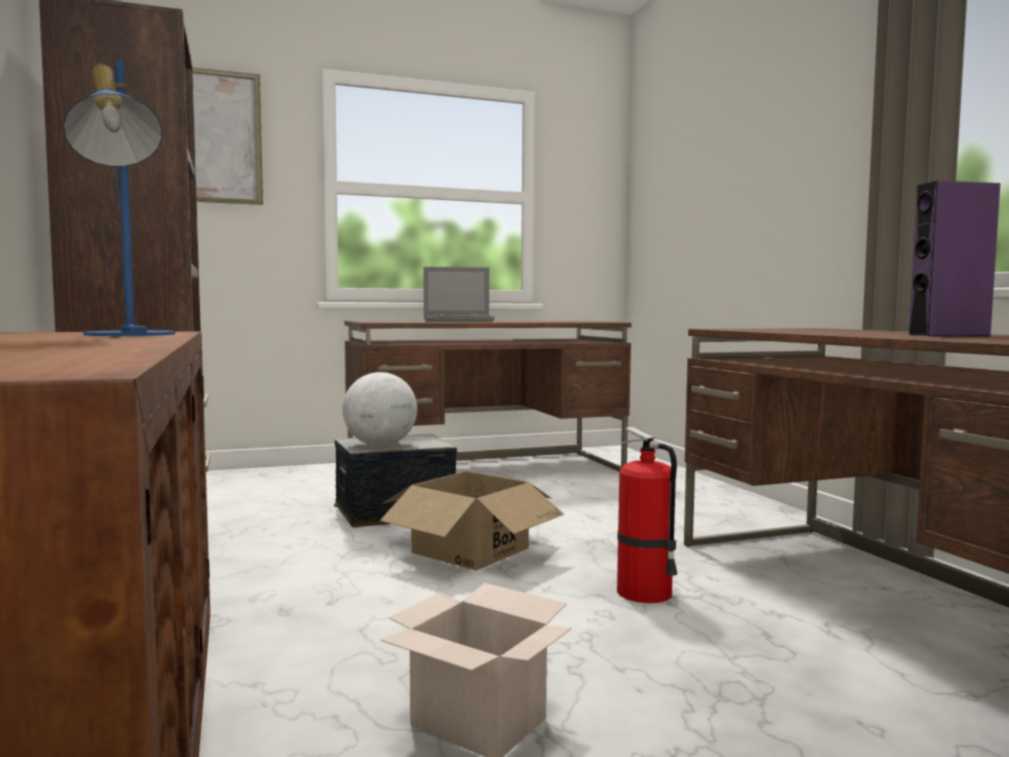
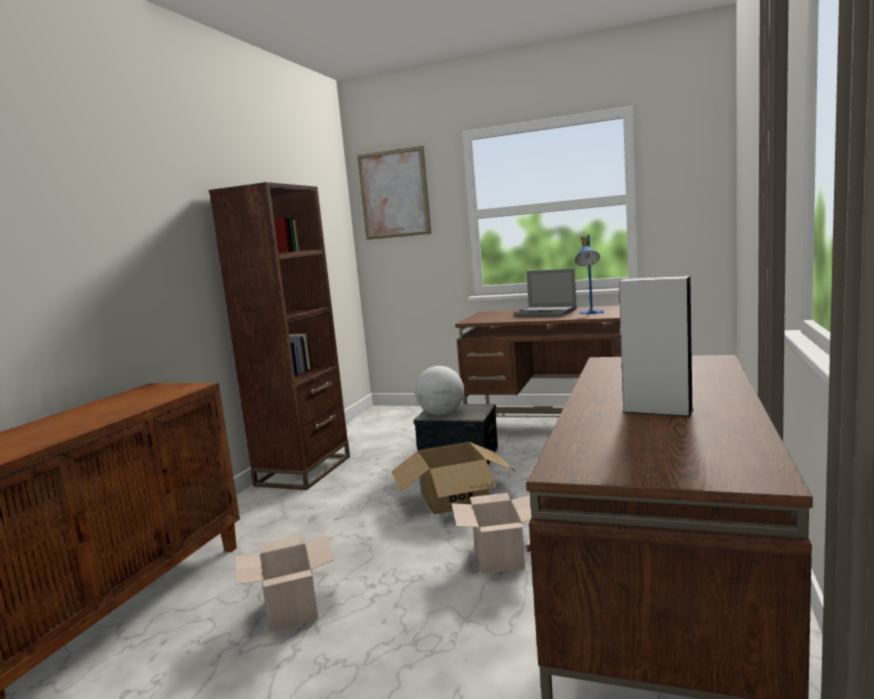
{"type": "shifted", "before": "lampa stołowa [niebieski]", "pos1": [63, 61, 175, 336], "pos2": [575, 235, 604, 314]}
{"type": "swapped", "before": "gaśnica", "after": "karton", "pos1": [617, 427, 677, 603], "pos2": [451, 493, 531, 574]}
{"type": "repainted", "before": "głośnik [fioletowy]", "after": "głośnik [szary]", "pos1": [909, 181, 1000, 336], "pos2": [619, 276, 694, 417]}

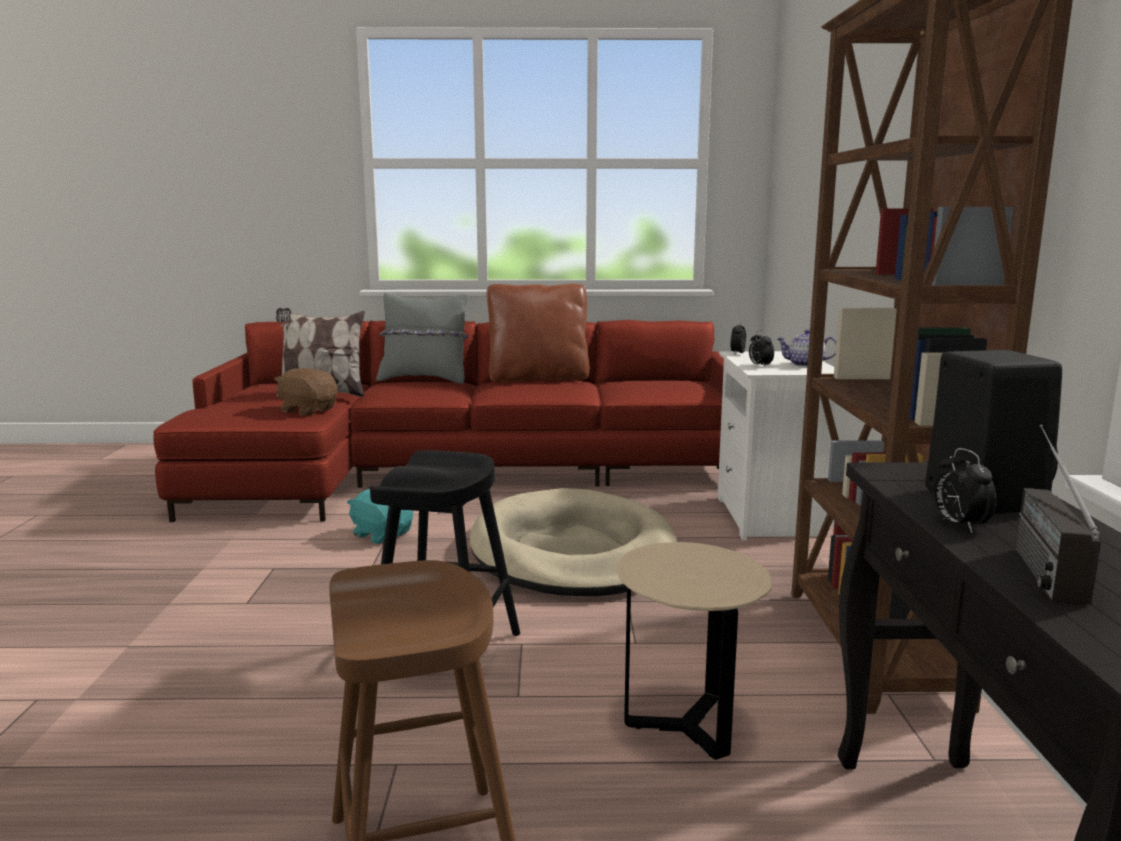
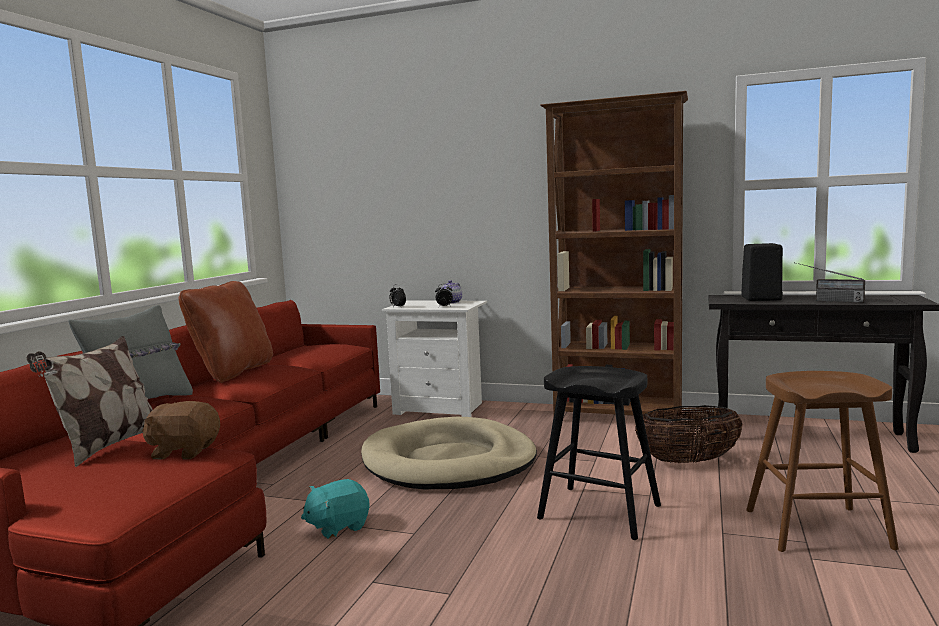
{"type": "gone", "before": "budzik", "pos1": [934, 448, 997, 533]}
{"type": "swapped", "before": "stolik [beżowy]", "after": "koszyk", "pos1": [616, 542, 772, 760], "pos2": [635, 405, 743, 463]}
{"type": "rotated", "before": "pluszak [brązowy]", "pos1": [274, 368, 337, 416], "pos2": [142, 401, 220, 459], "turn": 45}

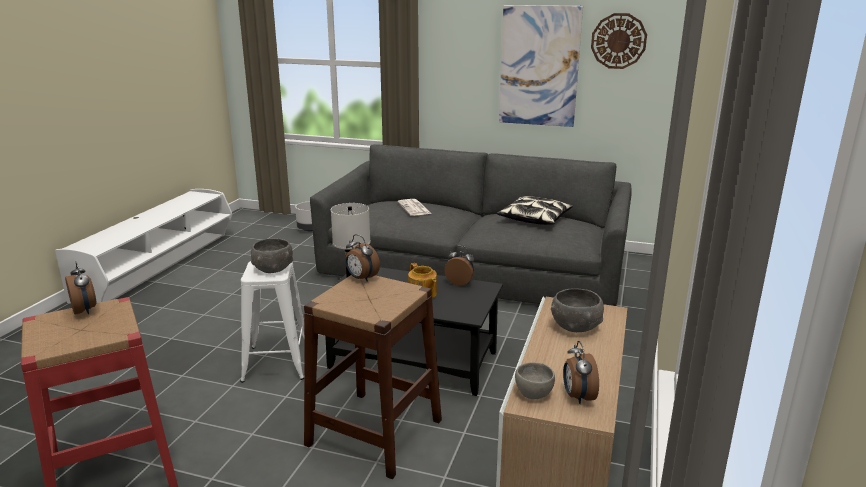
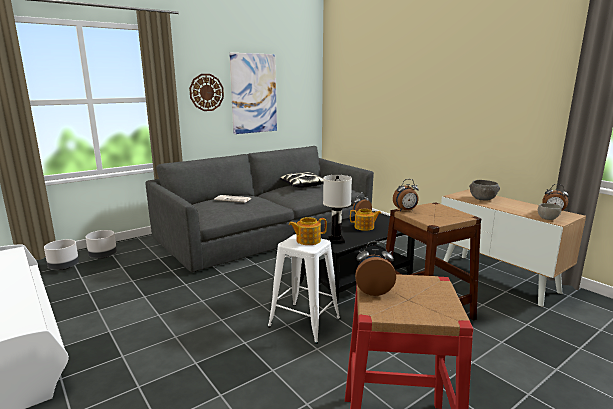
{"type": "new", "after": "donica [szary]", "pos2": [44, 239, 79, 270]}
{"type": "shifted", "before": "zegar ścienny", "pos1": [591, 13, 647, 69], "pos2": [189, 74, 224, 111]}
{"type": "swapped", "before": "miska [szary]", "after": "imbryk", "pos1": [251, 238, 293, 273], "pos2": [289, 217, 327, 245]}

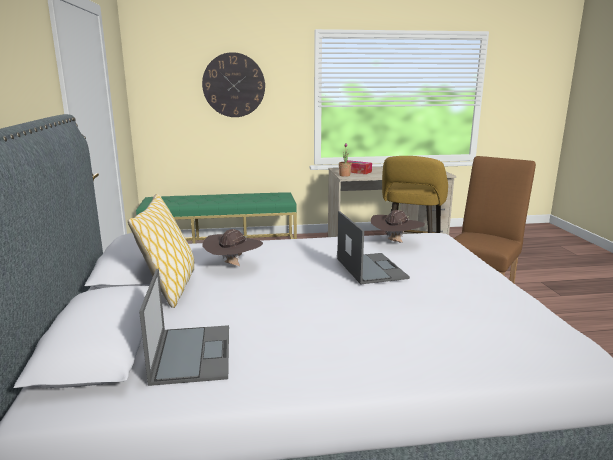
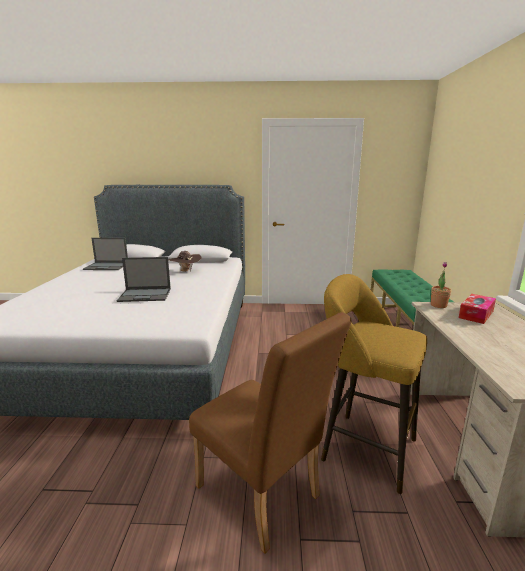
{"type": "gone", "before": "poduszka", "pos1": [128, 194, 194, 308]}
{"type": "gone", "before": "zegar ścienny", "pos1": [202, 52, 265, 117]}
{"type": "gone", "before": "kapelusz [brązowy]", "pos1": [371, 210, 425, 243]}

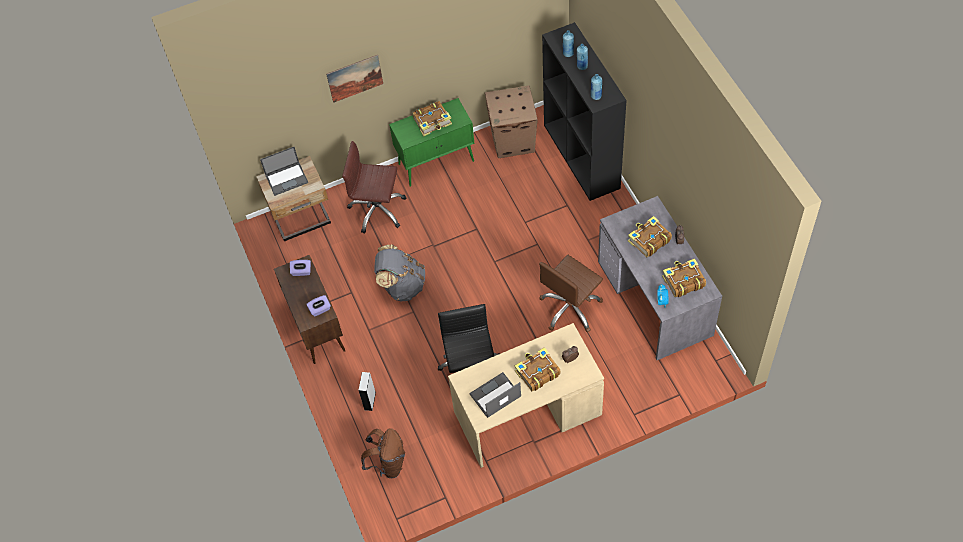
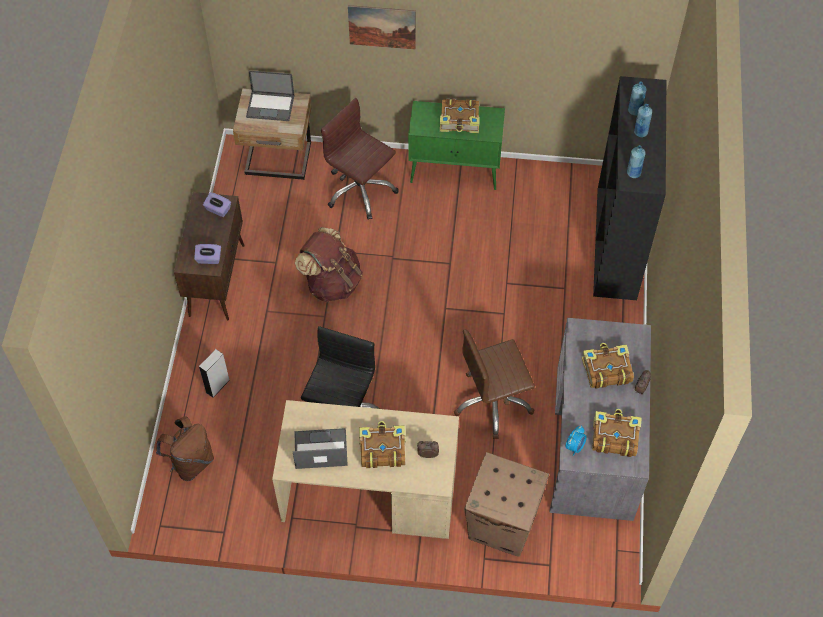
{"type": "shifted", "before": "karton", "pos1": [485, 85, 538, 158], "pos2": [464, 452, 549, 557]}
{"type": "repainted", "before": "plecak [szary]", "after": "plecak [brązowy]", "pos1": [374, 245, 425, 301], "pos2": [295, 227, 363, 302]}

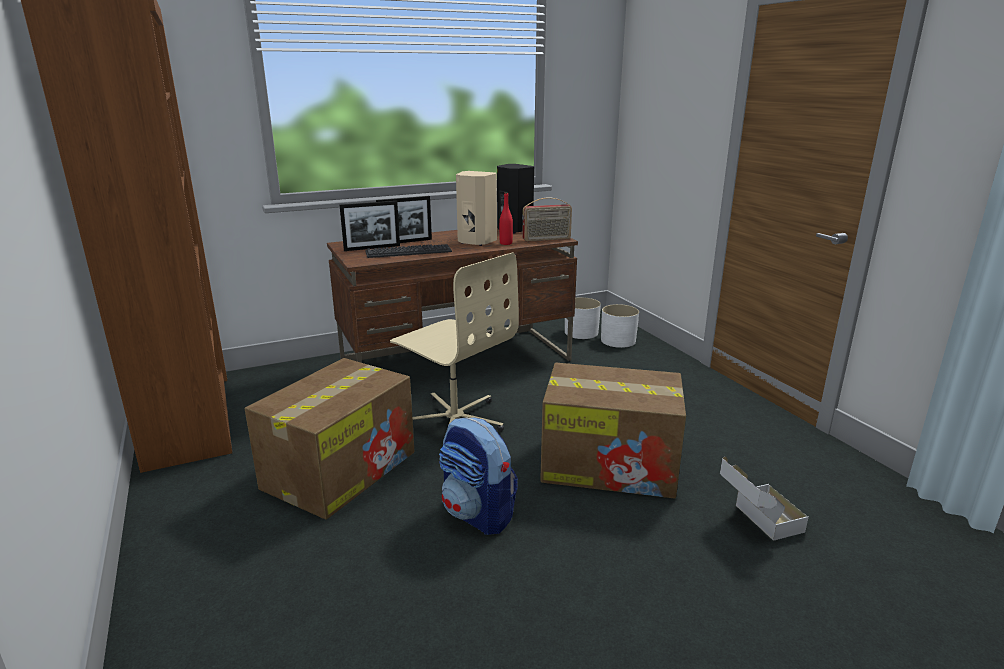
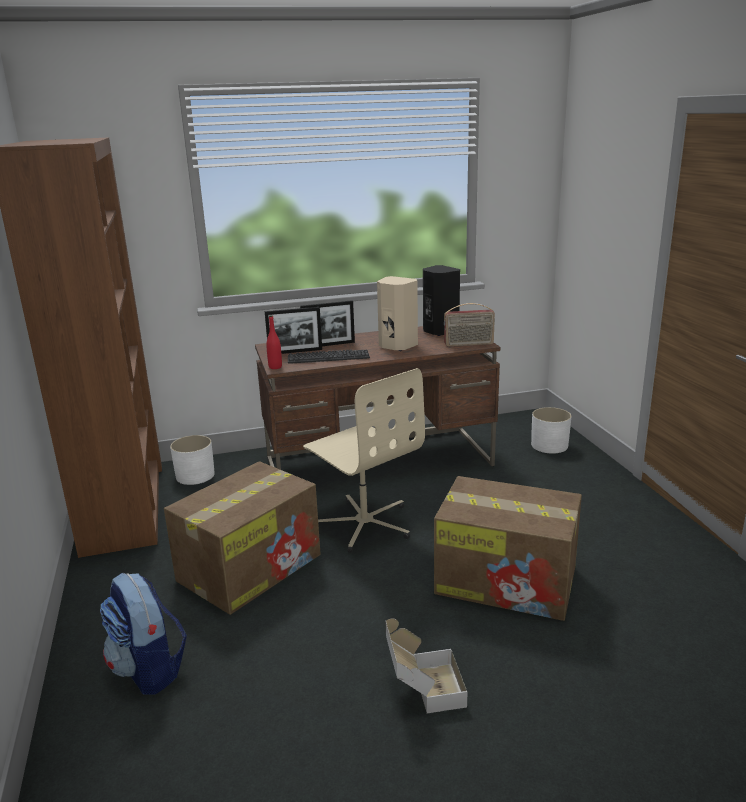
{"type": "shifted", "before": "plecak", "pos1": [439, 417, 518, 535], "pos2": [100, 573, 187, 695]}
{"type": "shifted", "before": "butelka [czerwony]", "pos1": [499, 192, 513, 245], "pos2": [266, 315, 282, 369]}
{"type": "shifted", "before": "donica [biały]", "pos1": [565, 297, 601, 339], "pos2": [170, 435, 215, 485]}
{"type": "shifted", "before": "karton", "pos1": [720, 457, 809, 541], "pos2": [385, 619, 467, 713]}

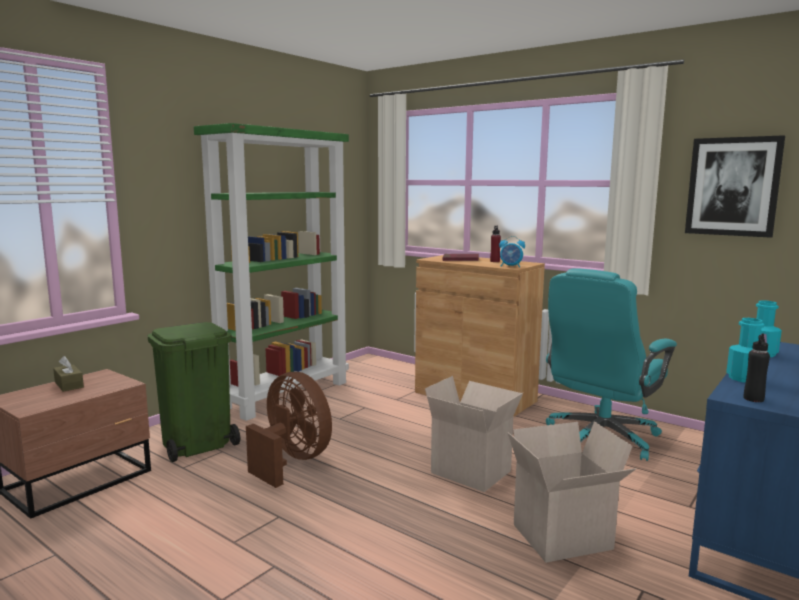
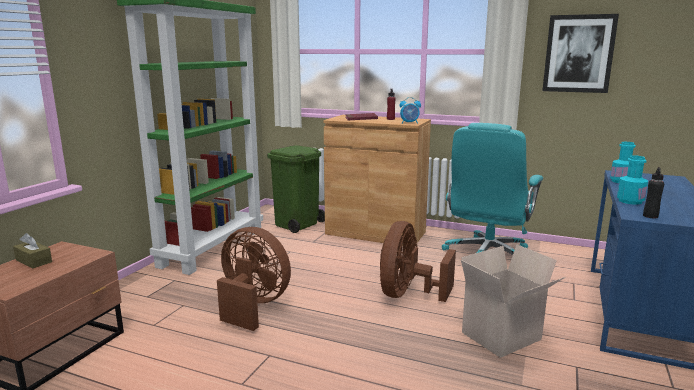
{"type": "shifted", "before": "kosz na śmieci [zielony]", "pos1": [148, 322, 240, 462], "pos2": [267, 146, 325, 233]}
{"type": "swapped", "before": "karton", "after": "wentylator [brązowy]", "pos1": [425, 376, 523, 492], "pos2": [380, 221, 456, 302]}

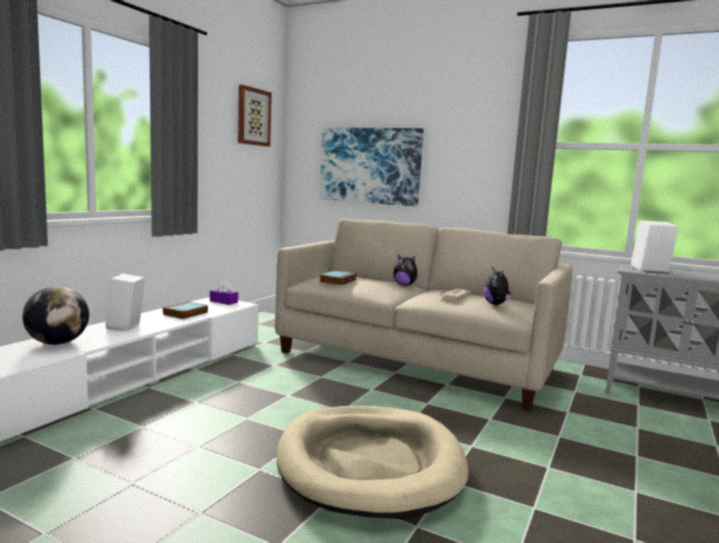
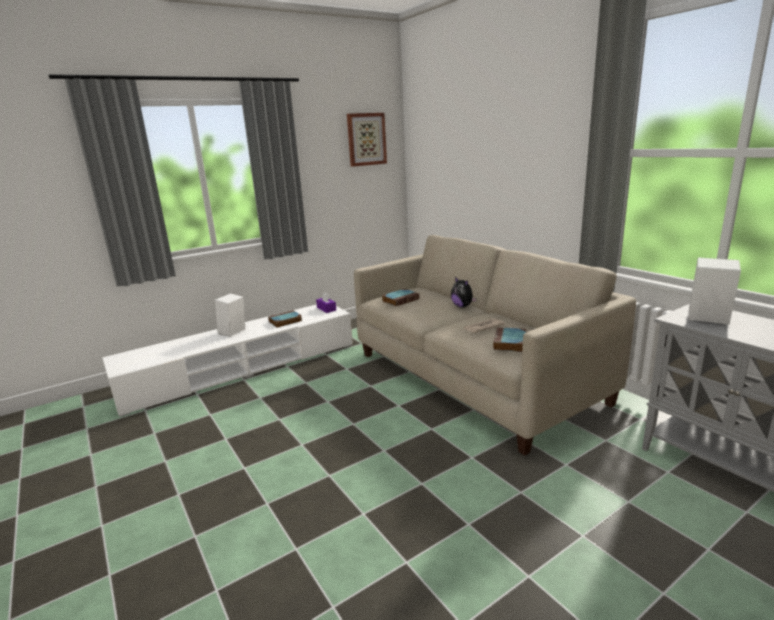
{"type": "gone", "before": "globus", "pos1": [23, 286, 89, 345]}
{"type": "gone", "before": "legowisko [beżowy]", "pos1": [276, 406, 469, 519]}
{"type": "gone", "before": "obraz", "pos1": [320, 128, 423, 206]}
{"type": "swapped", "before": "pluszak", "after": "książka", "pos1": [483, 268, 512, 305], "pos2": [493, 327, 527, 352]}

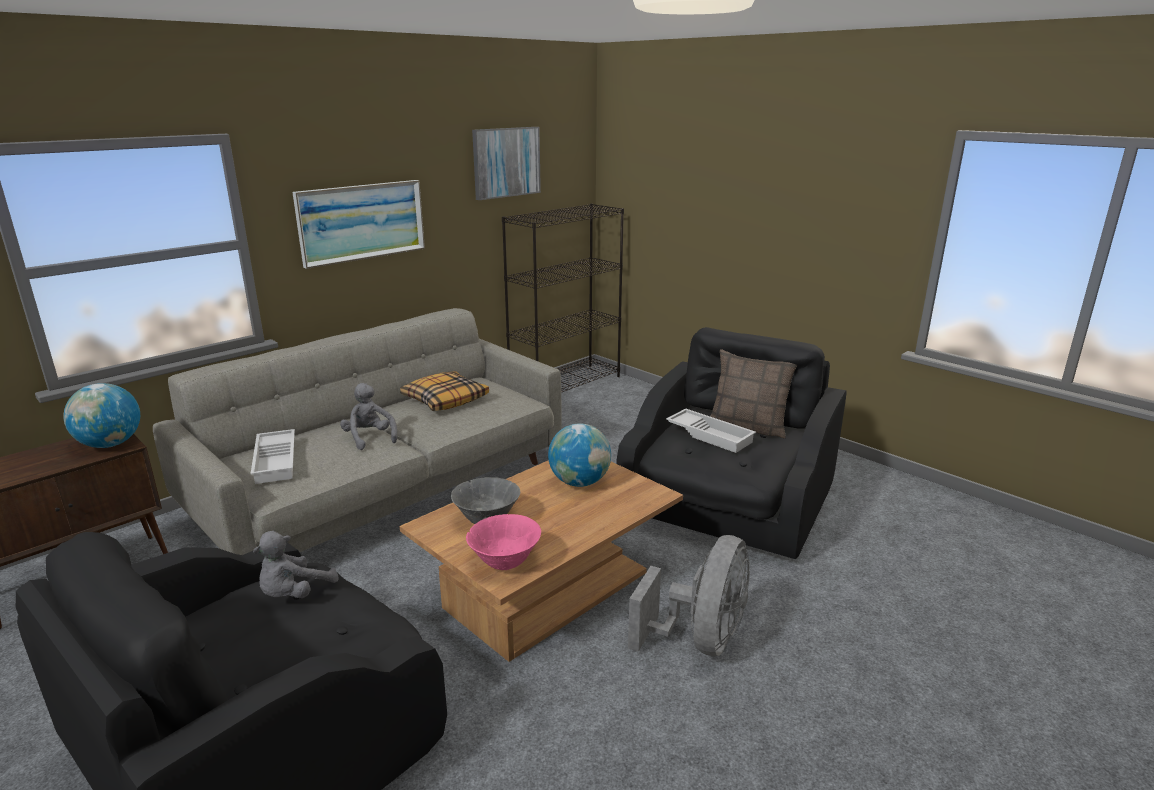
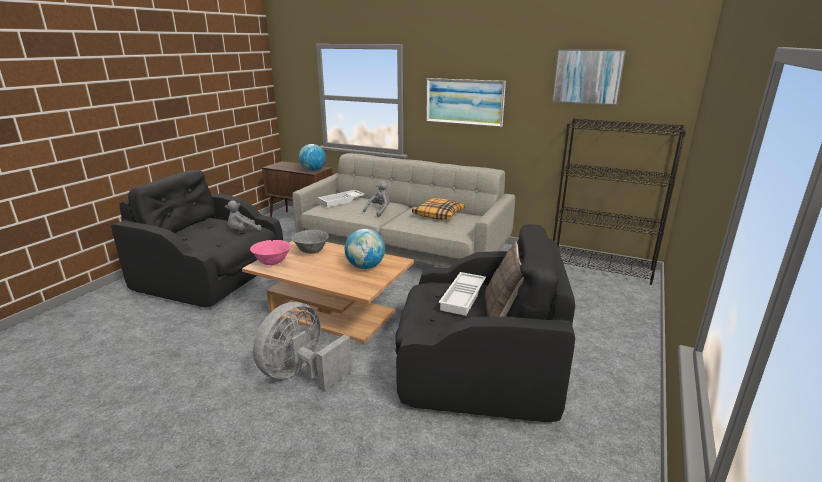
{"type": "rotated", "before": "pluszak [szary]", "pos1": [253, 531, 338, 598], "pos2": [225, 201, 261, 231], "turn": -45}
{"type": "rotated", "before": "wentylator [szary]", "pos1": [628, 535, 750, 656], "pos2": [253, 302, 352, 391], "turn": 120}

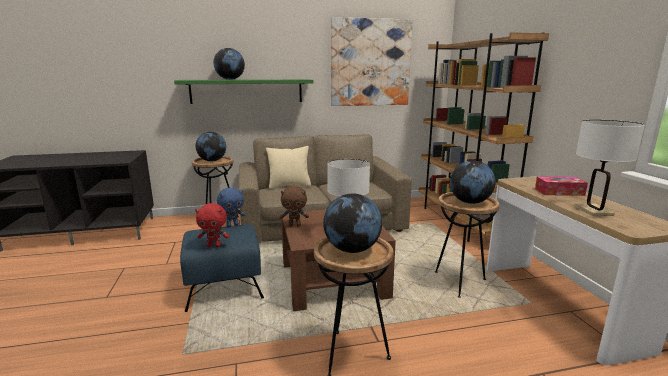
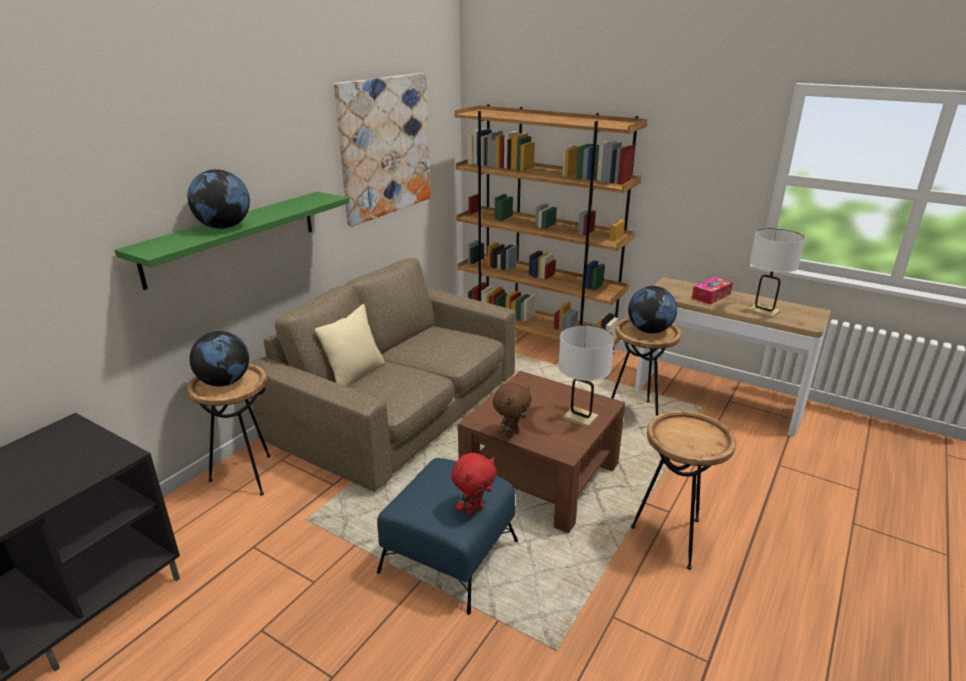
{"type": "gone", "before": "pluszak [niebieski]", "pos1": [217, 187, 245, 227]}
{"type": "gone", "before": "globus", "pos1": [323, 193, 382, 253]}

